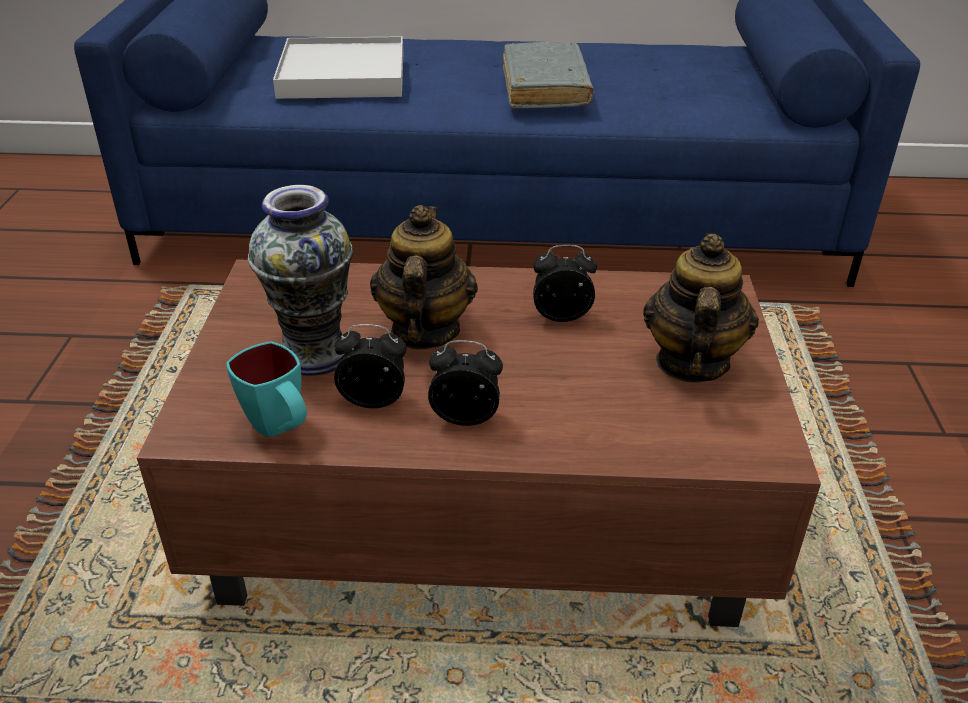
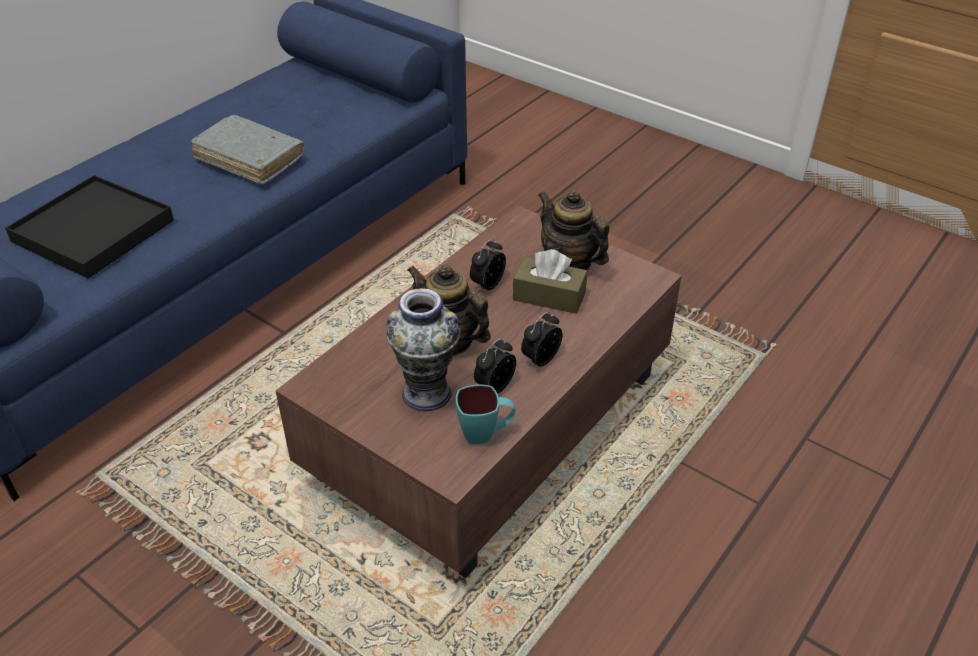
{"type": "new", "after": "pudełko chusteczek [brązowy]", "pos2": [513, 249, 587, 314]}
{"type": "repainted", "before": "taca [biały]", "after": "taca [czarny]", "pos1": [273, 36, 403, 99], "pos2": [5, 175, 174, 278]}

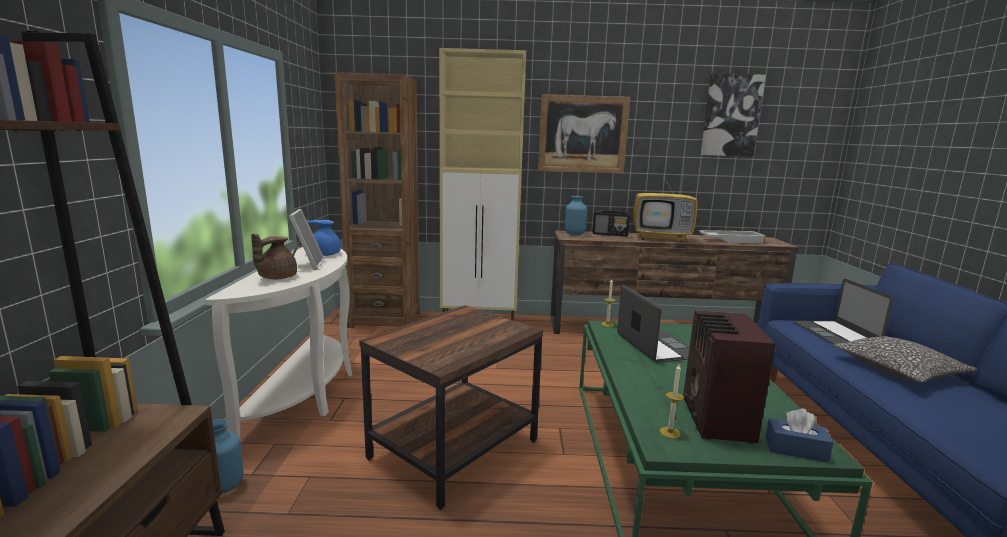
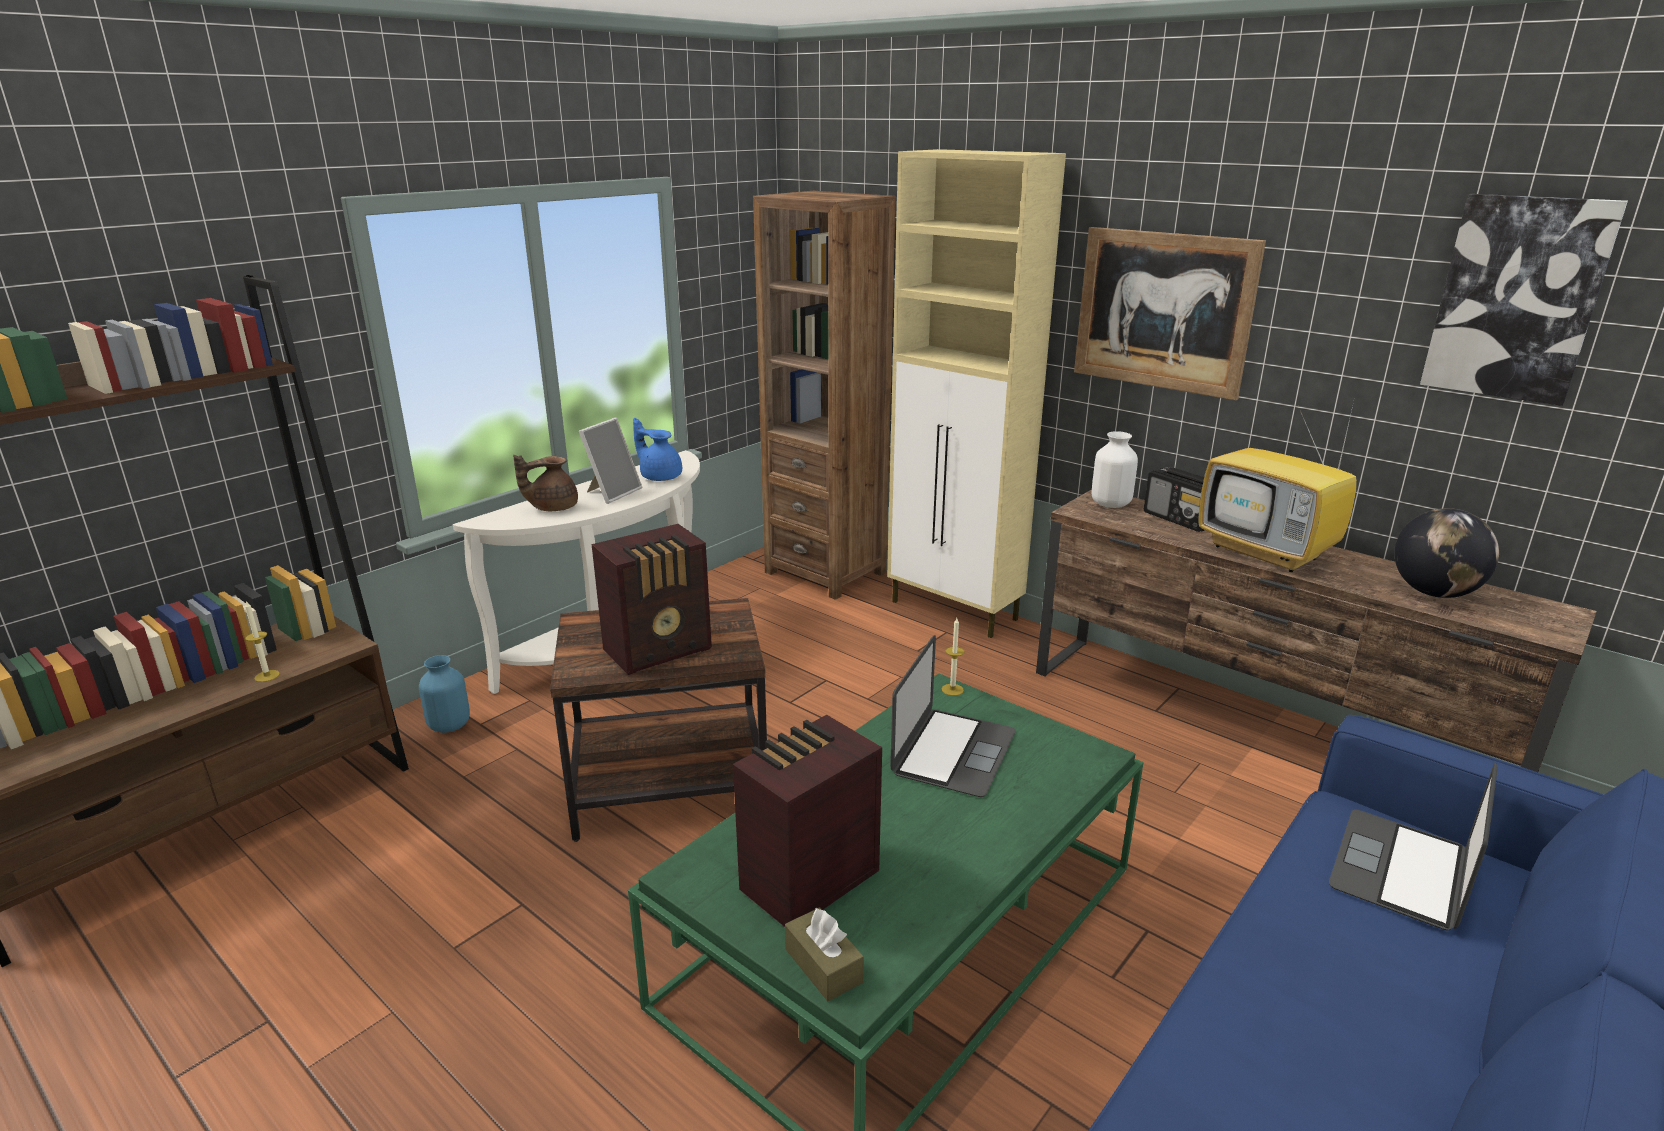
{"type": "gone", "before": "poduszka", "pos1": [833, 336, 977, 383]}
{"type": "new", "after": "radio", "pos2": [592, 524, 712, 675]}
{"type": "shifted", "before": "świeca", "pos1": [660, 364, 684, 439], "pos2": [245, 601, 280, 682]}
{"type": "swapped", "before": "taca [biały]", "after": "globus", "pos1": [699, 230, 766, 243], "pos2": [1394, 508, 1499, 598]}
{"type": "repainted", "before": "wazon [niebieski]", "after": "wazon [biały]", "pos1": [565, 196, 587, 235], "pos2": [1092, 431, 1138, 508]}
{"type": "repainted", "before": "pudełko chusteczek [niebieski]", "after": "pudełko chusteczek [brązowy]", "pos1": [765, 409, 834, 463], "pos2": [785, 907, 864, 1001]}

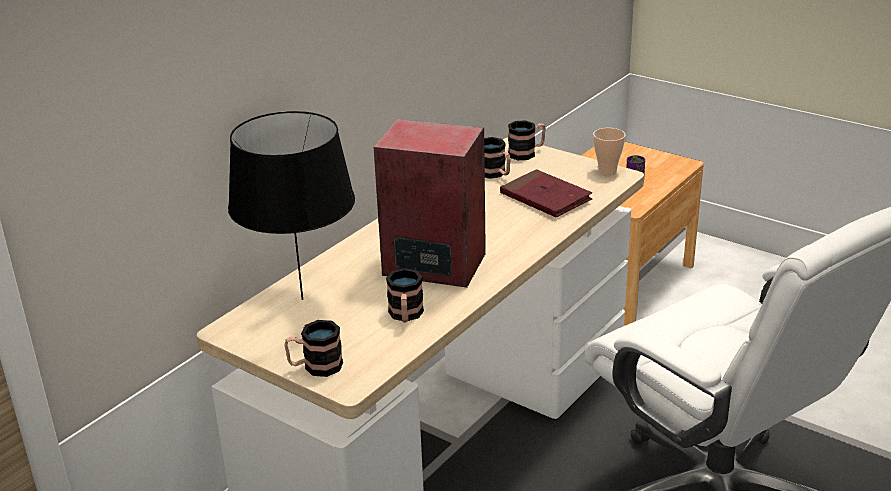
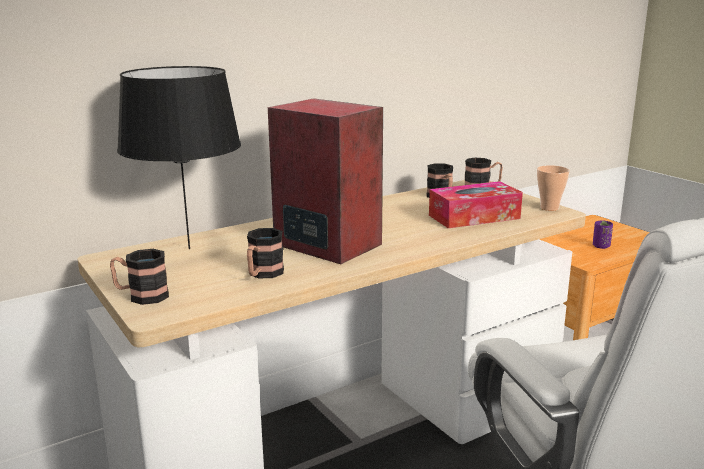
{"type": "swapped", "before": "książka [czerwony]", "after": "pudełko chusteczek", "pos1": [500, 169, 592, 217], "pos2": [429, 181, 523, 228]}

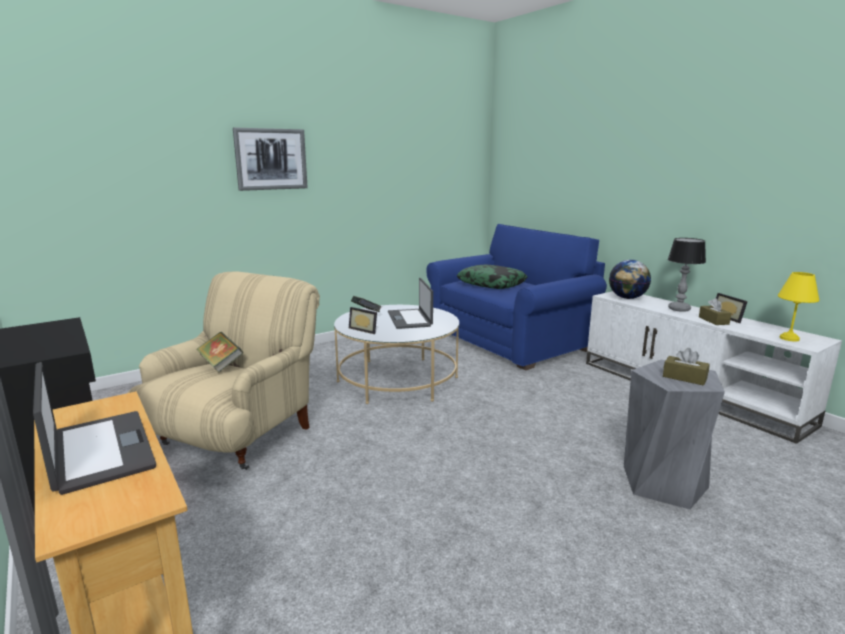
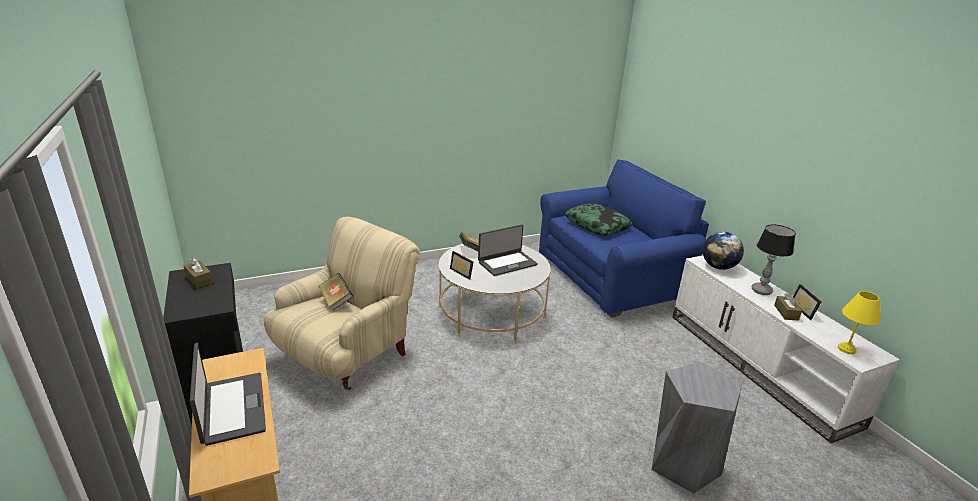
{"type": "gone", "before": "obraz", "pos1": [233, 127, 308, 191]}
{"type": "shifted", "before": "pudełko chusteczek [brązowy]", "pos1": [663, 348, 710, 386], "pos2": [184, 257, 213, 288]}
{"type": "rotated", "before": "laptop", "pos1": [388, 278, 433, 329], "pos2": [478, 225, 538, 276], "turn": -120}

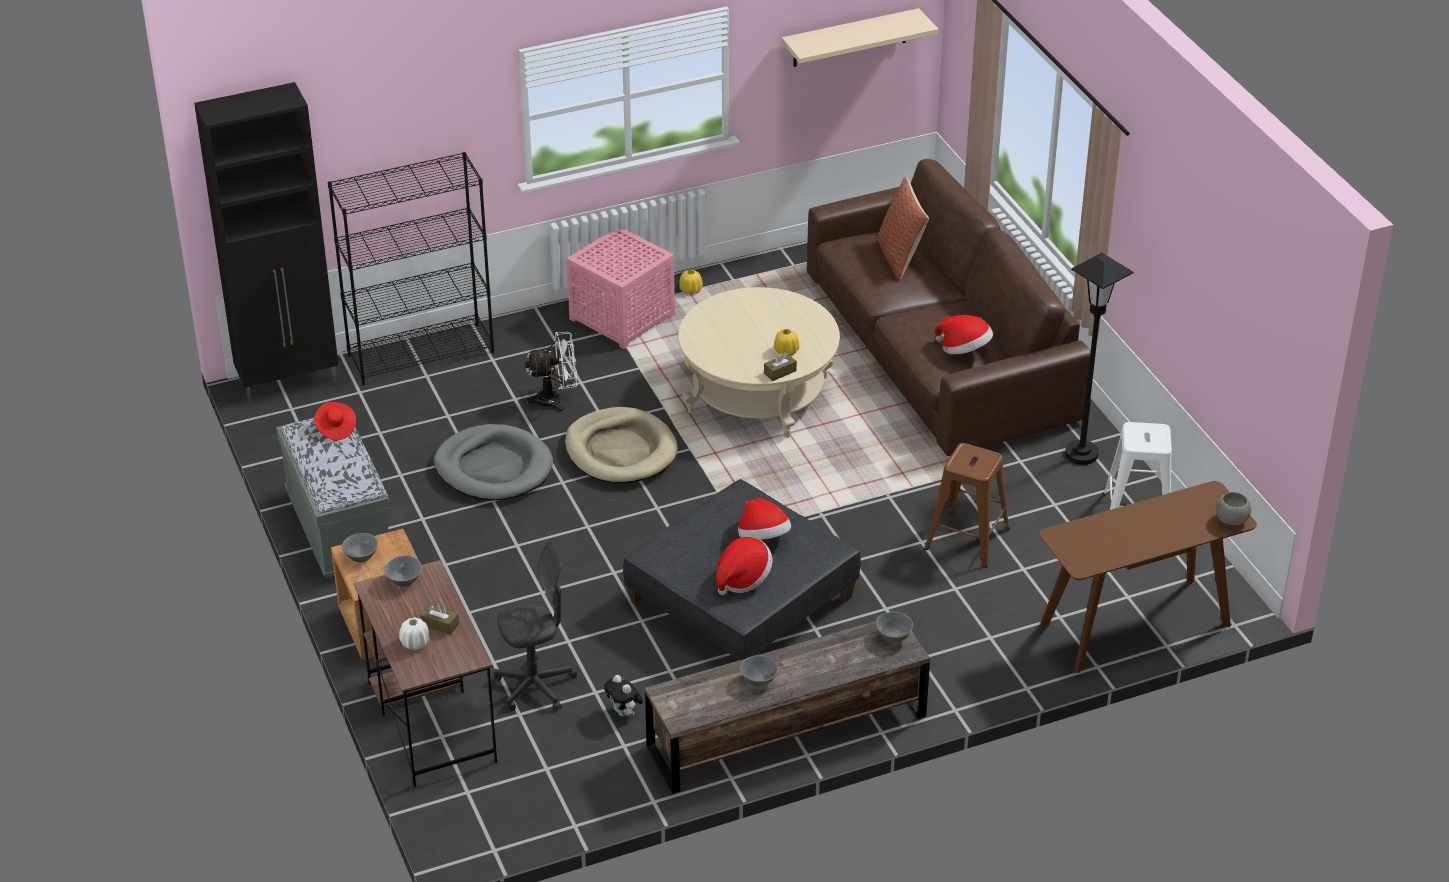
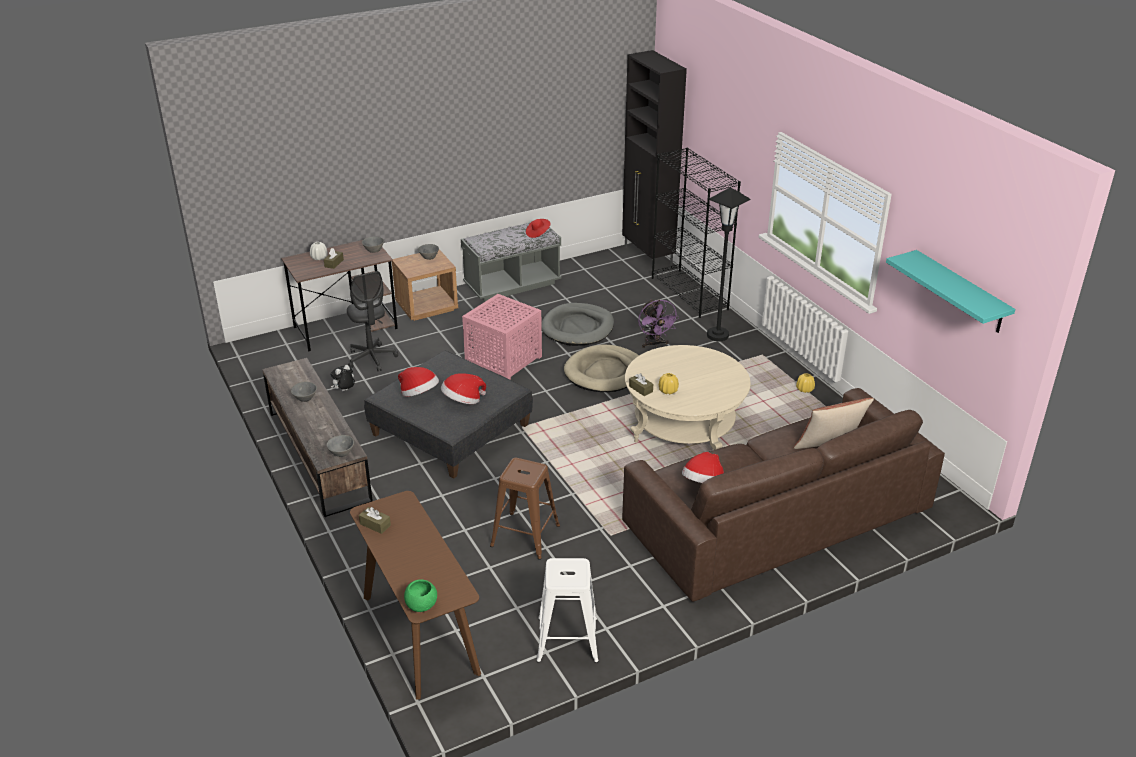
{"type": "new", "after": "pudełko chusteczek [brązowy]", "pos2": [359, 507, 391, 534]}
{"type": "shifted", "before": "stolik [różowy]", "pos1": [567, 227, 675, 349], "pos2": [462, 294, 542, 380]}
{"type": "shifted", "before": "lampa stojąca [czarny]", "pos1": [1065, 253, 1134, 465], "pos2": [707, 188, 751, 341]}
{"type": "repainted", "before": "wentylator [biały]", "after": "wentylator [fioletowy]", "pos1": [525, 332, 577, 412], "pos2": [638, 299, 679, 348]}
{"type": "repainted", "before": "półka [beżowy]", "after": "półka [turkusowy]", "pos1": [782, 8, 938, 67], "pos2": [886, 250, 1015, 333]}
{"type": "repainted", "before": "miska [szary]", "after": "miska [zielony]", "pos1": [1216, 492, 1251, 525], "pos2": [404, 579, 437, 612]}

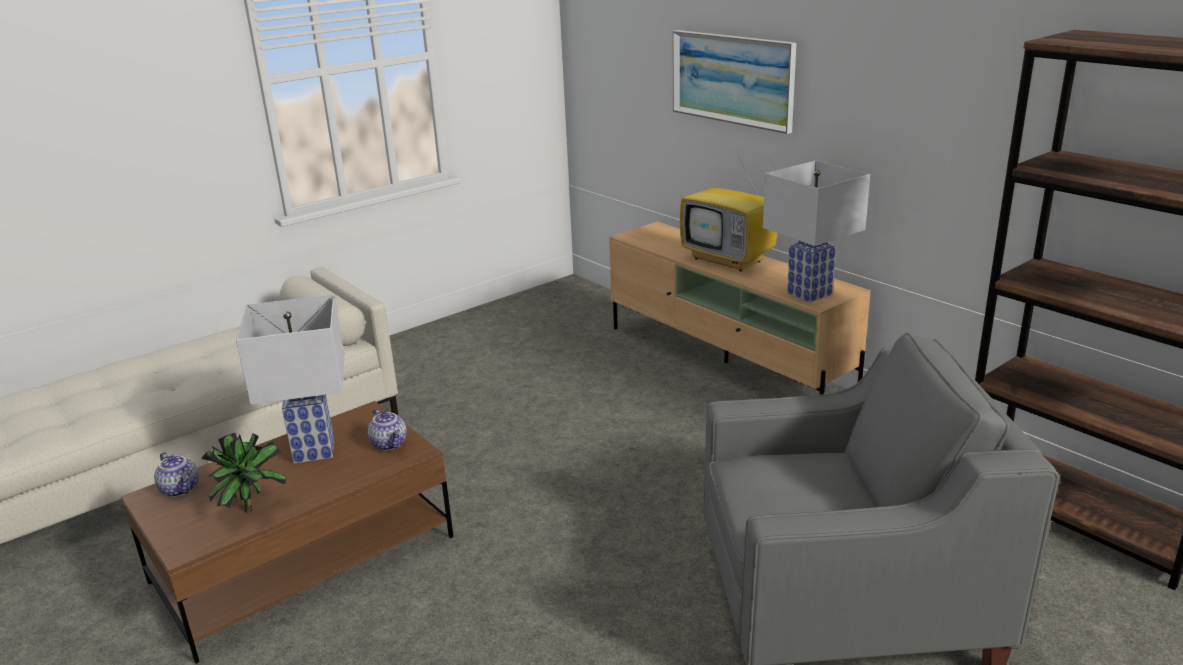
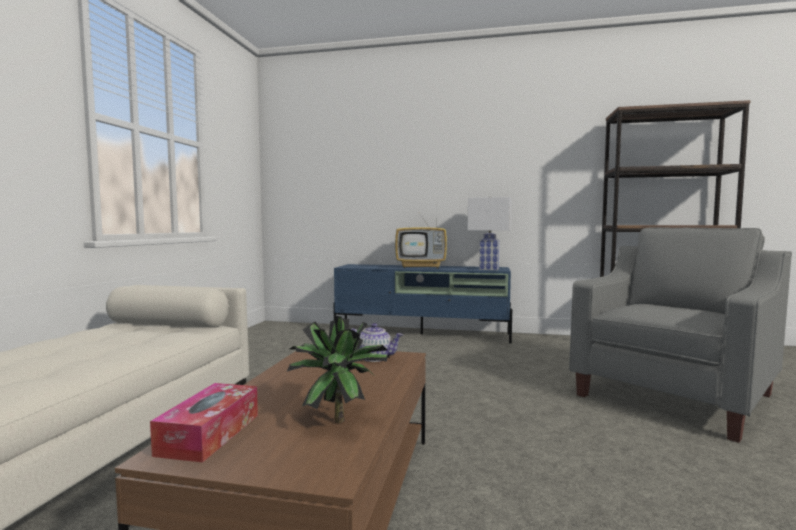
{"type": "gone", "before": "lampa stołowa [biały]", "pos1": [236, 294, 344, 464]}
{"type": "gone", "before": "obraz", "pos1": [672, 30, 797, 134]}
{"type": "swapped", "before": "imbryk", "after": "pudełko chusteczek", "pos1": [154, 452, 199, 497], "pos2": [150, 383, 258, 462]}
{"type": "repainted", "before": "szafka pod telewizor [beżowy]", "after": "szafka pod telewizor [niebieski]", "pos1": [609, 222, 871, 395], "pos2": [333, 264, 512, 343]}

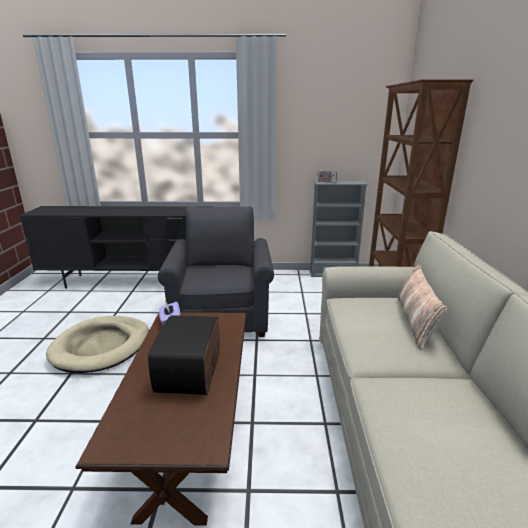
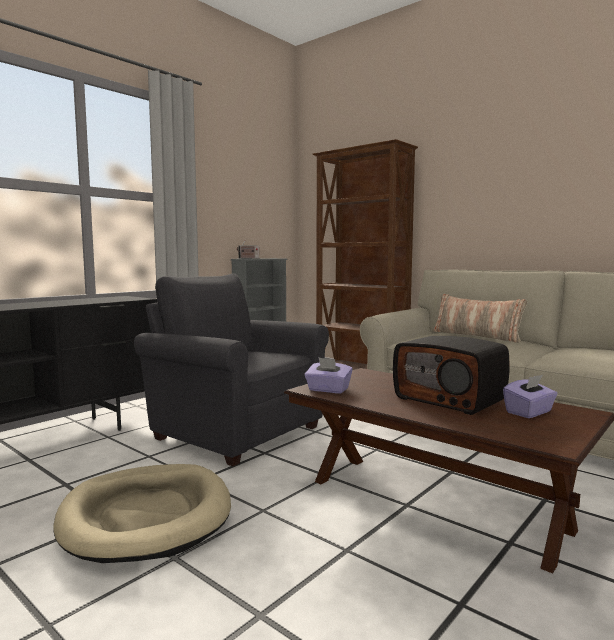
{"type": "new", "after": "pudełko chusteczek [fioletowy]", "pos2": [503, 375, 558, 418]}

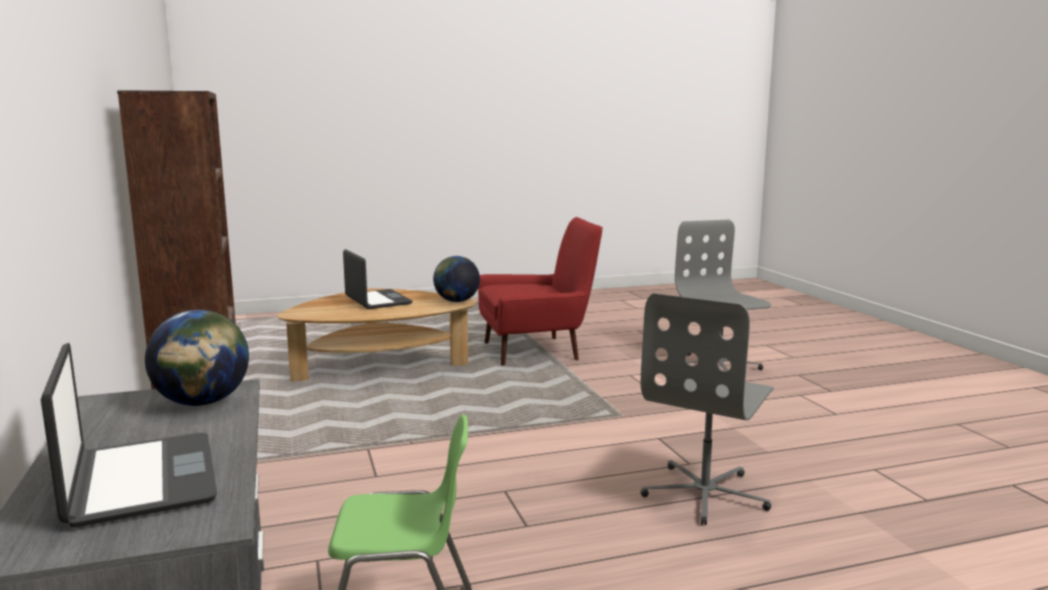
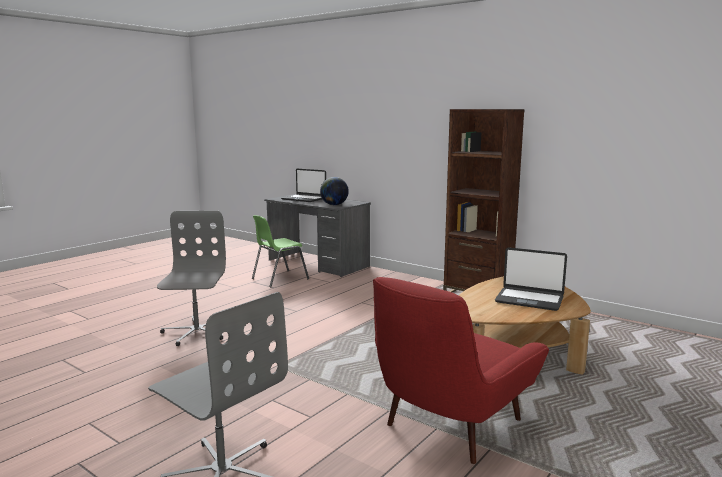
{"type": "gone", "before": "globus", "pos1": [433, 256, 480, 302]}

